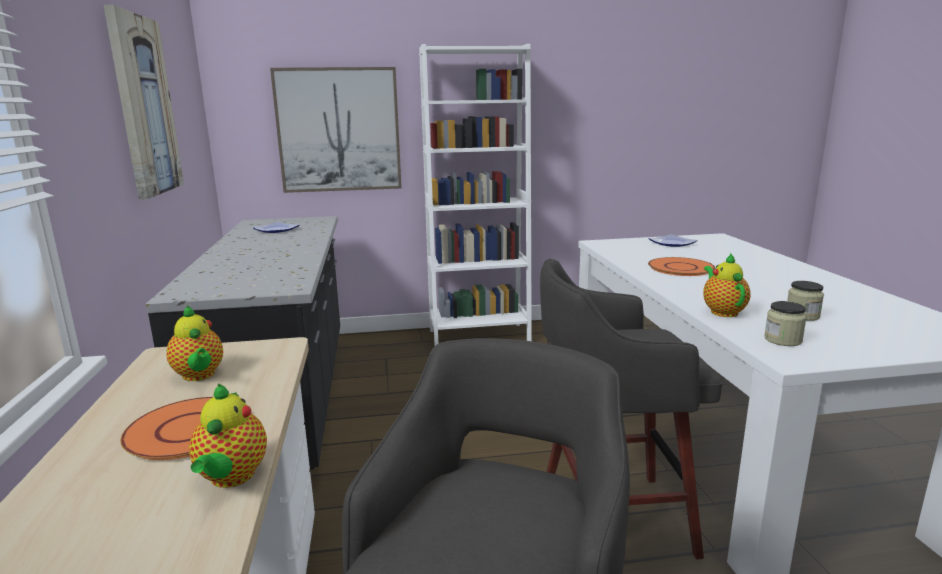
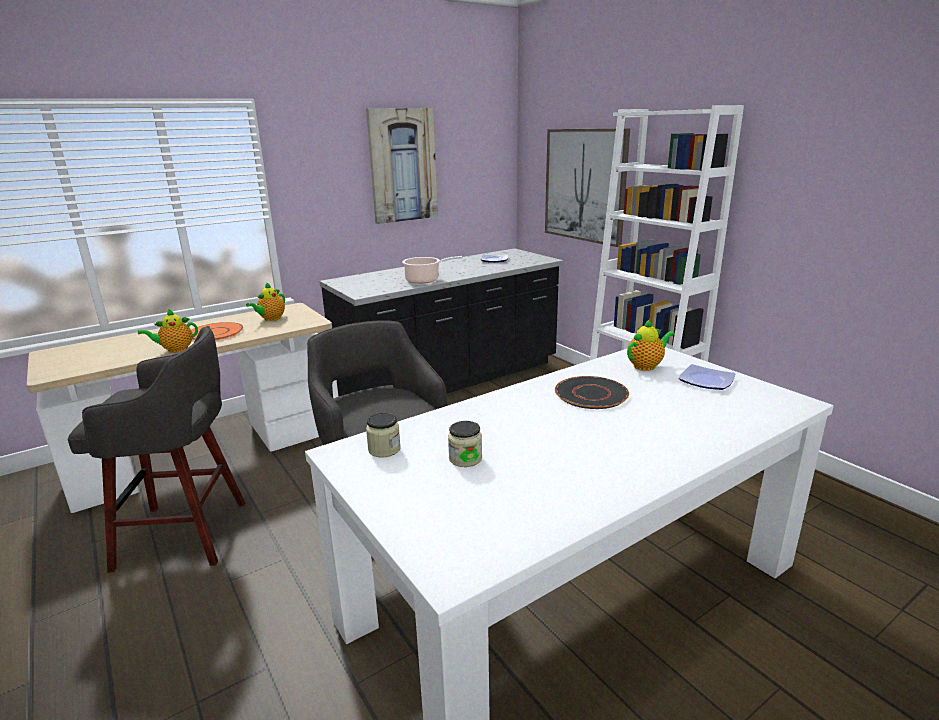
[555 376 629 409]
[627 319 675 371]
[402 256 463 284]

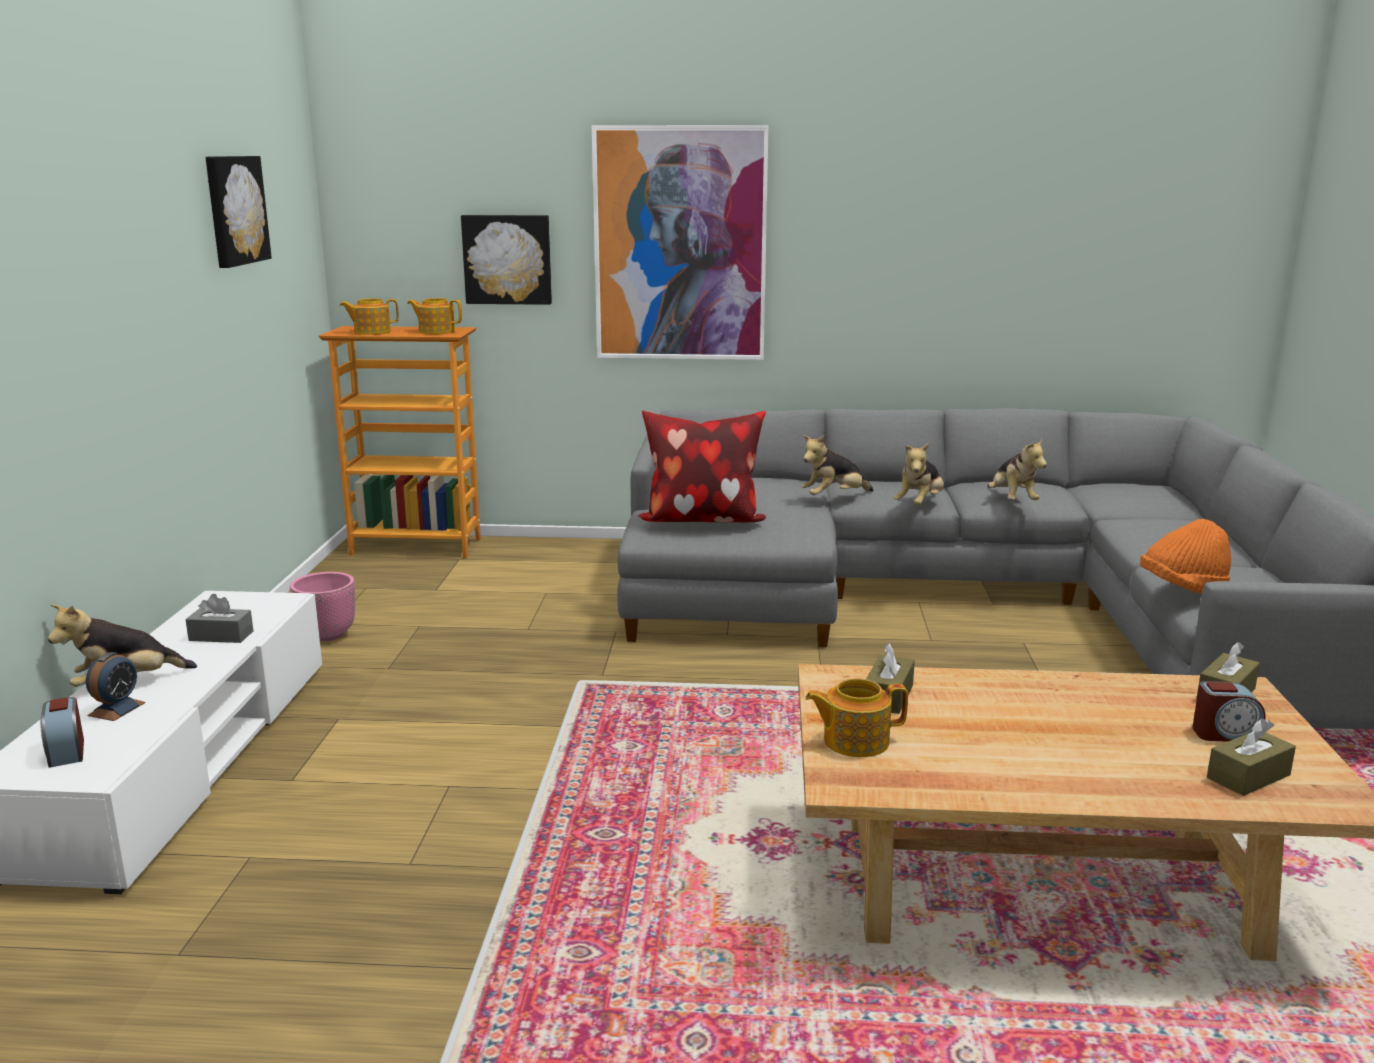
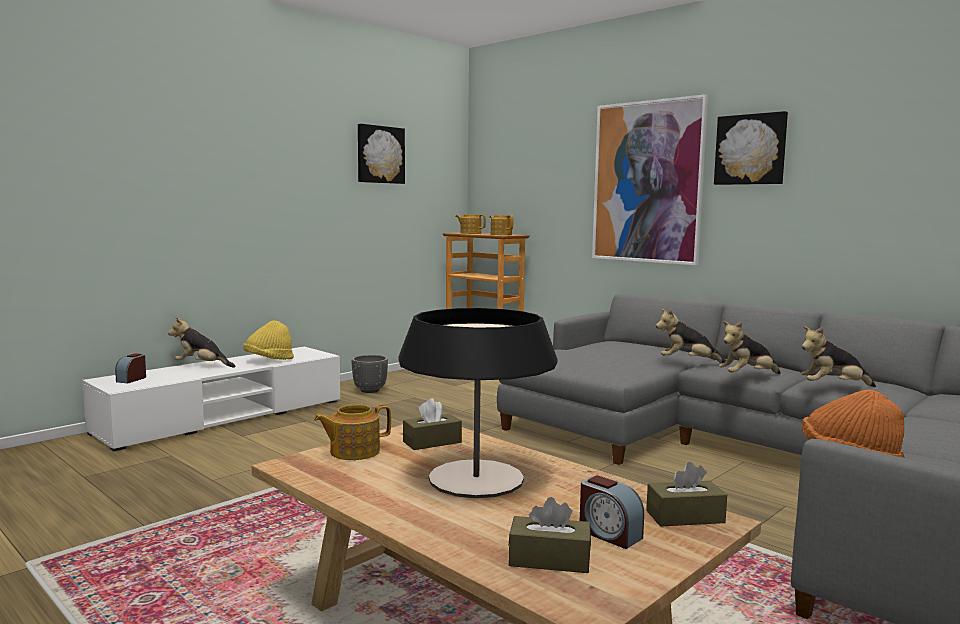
[86 652 146 721] (first image)
[243 320 294 360]
[352 355 388 393]
[714 111 788 185]
[638 411 766 522] (first image)
[314 405 391 460]
[801 326 876 387]
[398 308 558 498]

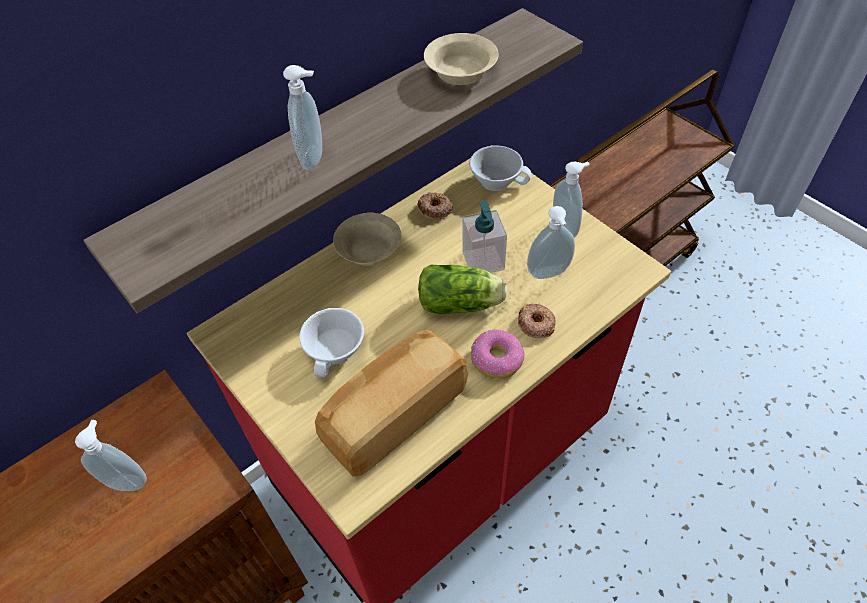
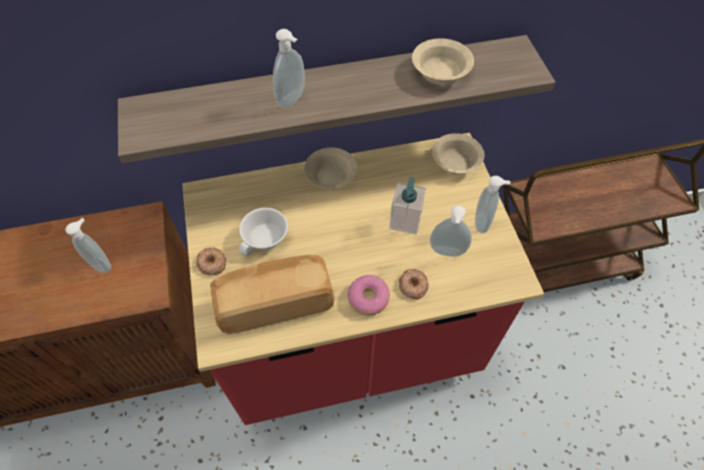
[196 247 227 275]
[418 264 507 314] (first image)
[432 133 484 175]

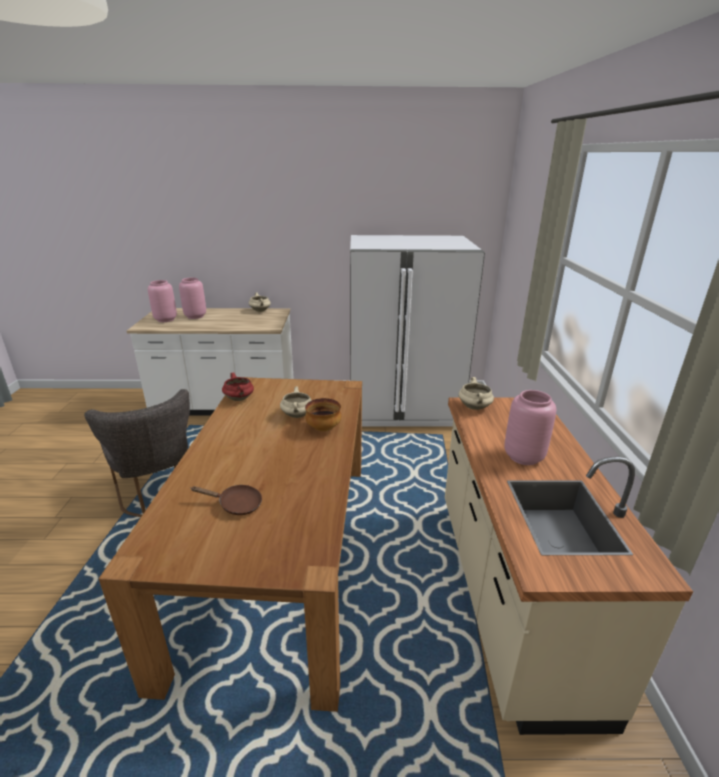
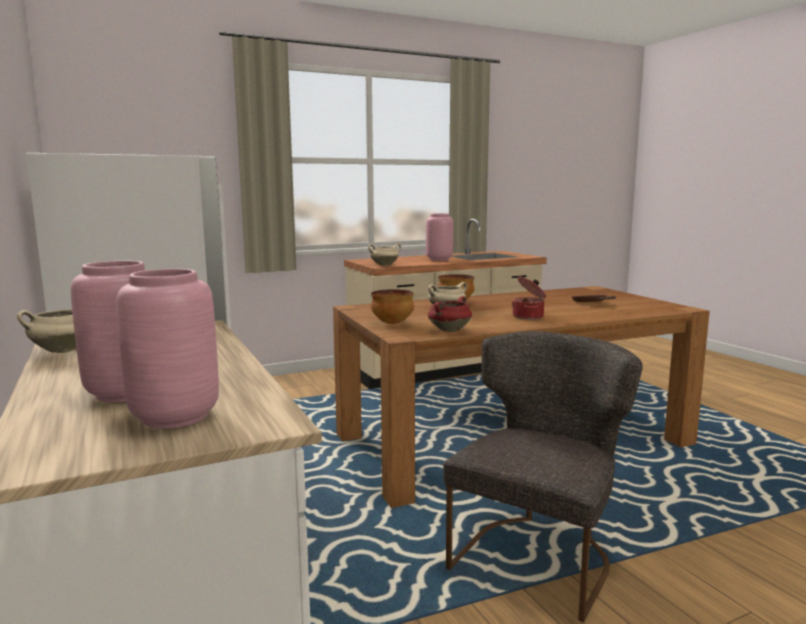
[371 289 414 324]
[512 276 546 320]

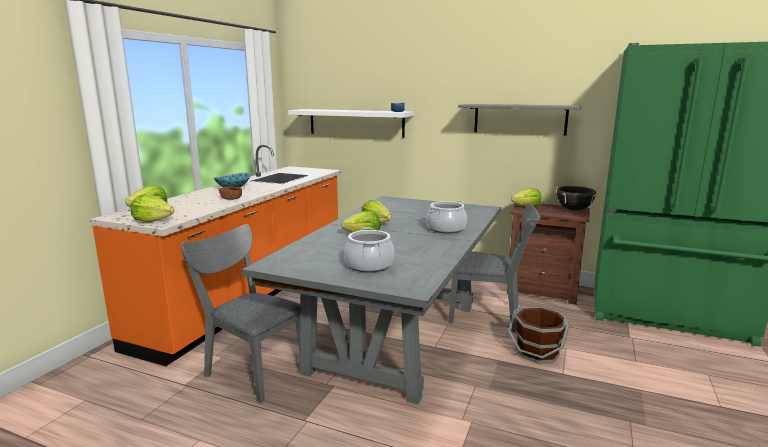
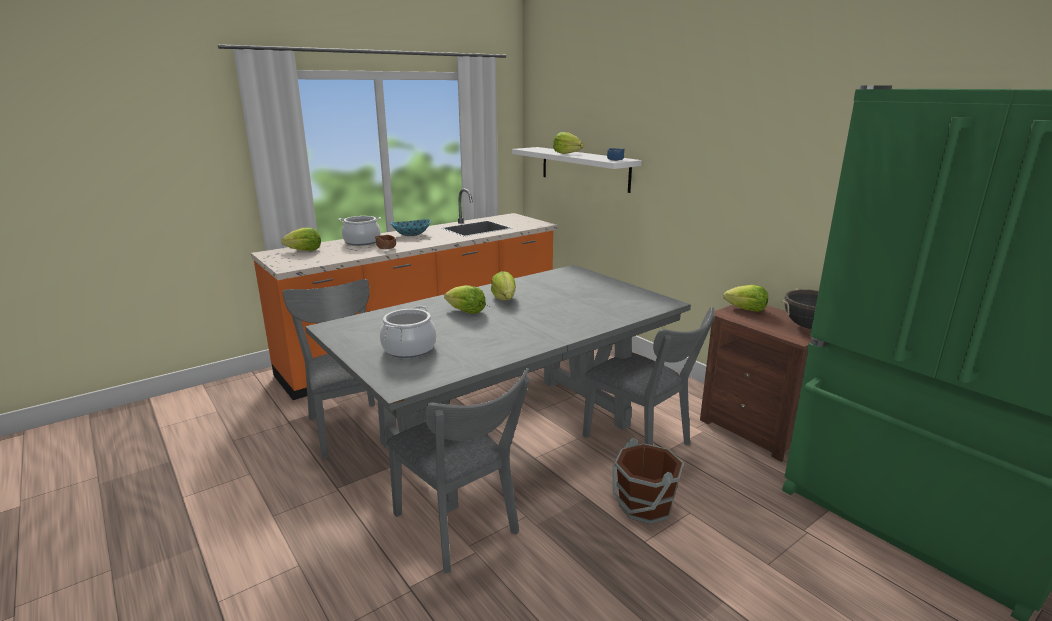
[553 132 584 154]
[338 216 381 246]
[458 104 581 135] (first image)
[386 368 530 574]

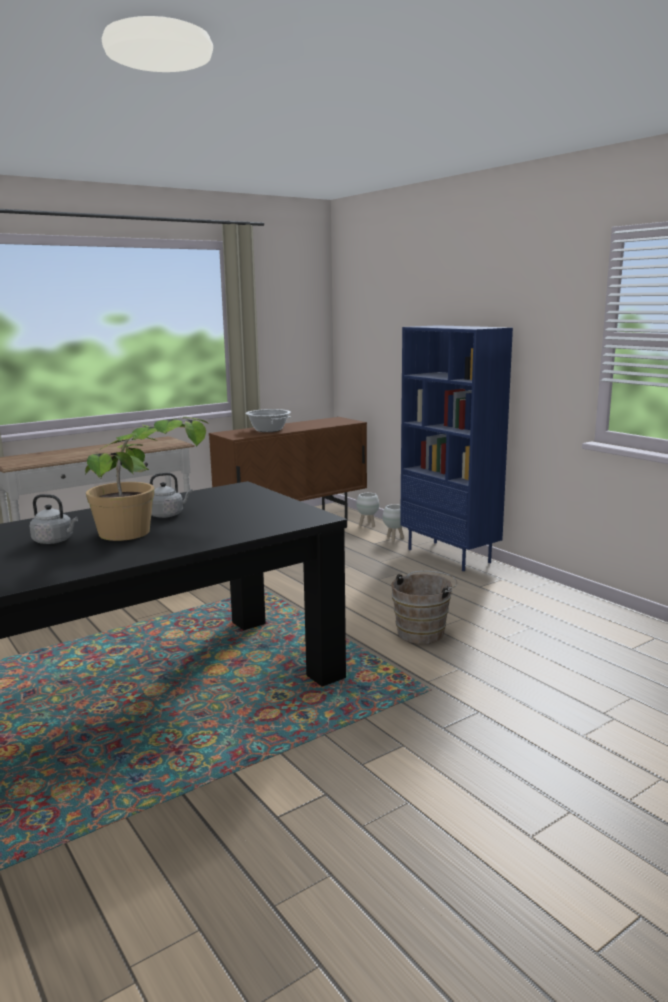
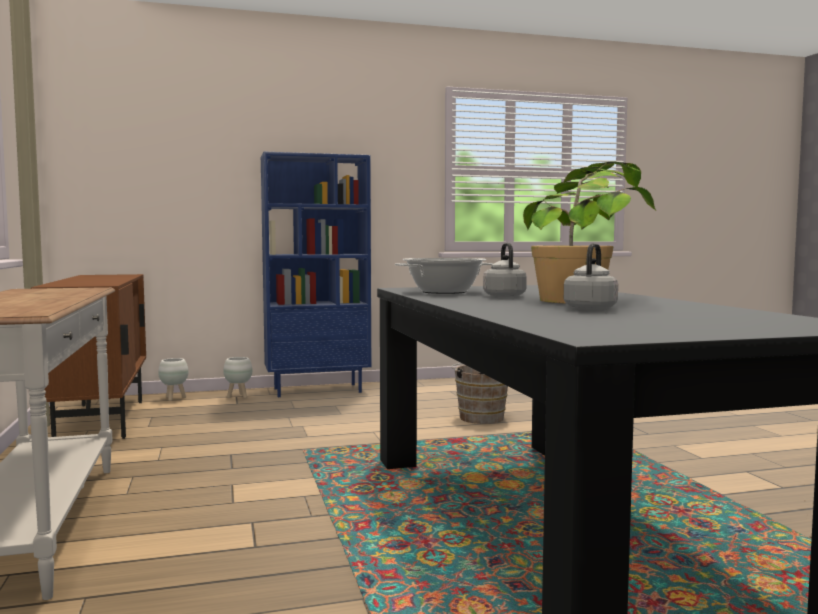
[395 258 493 294]

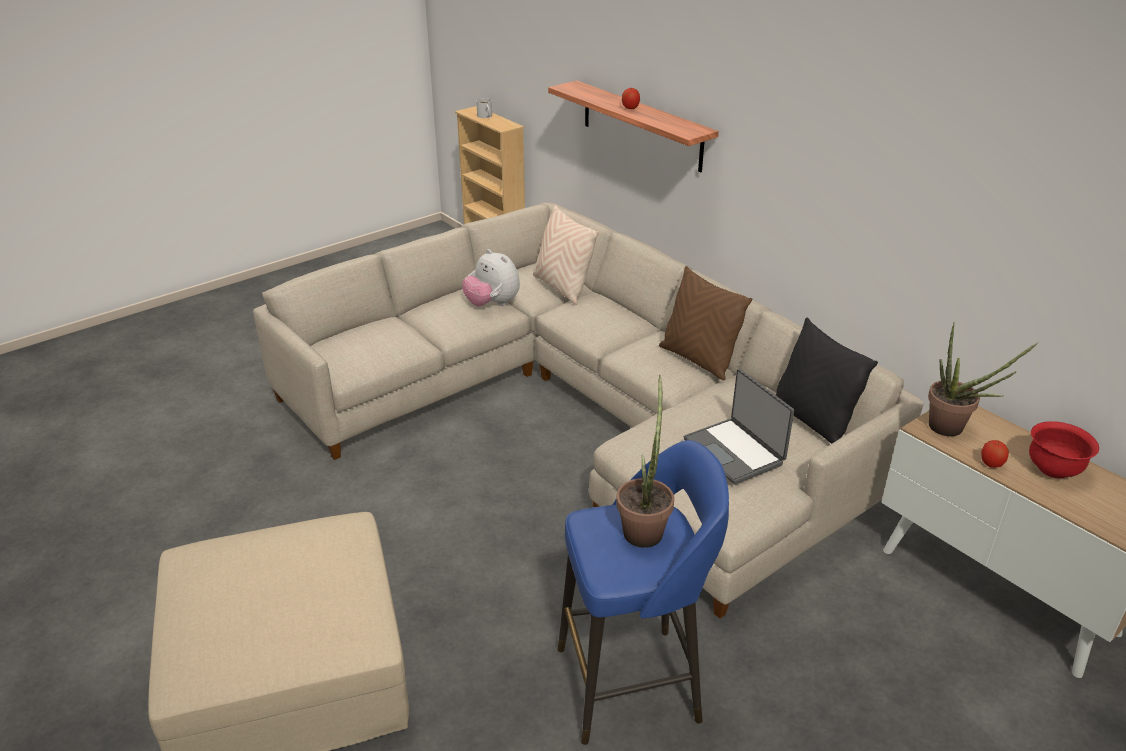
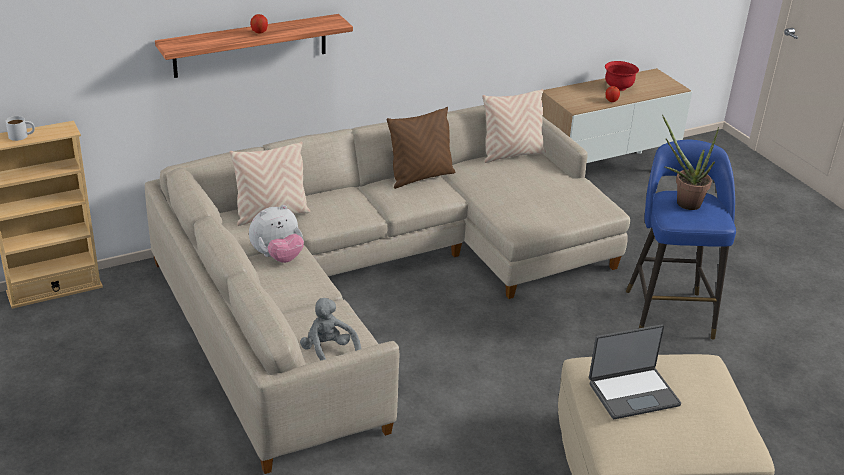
[589 324 681 419]
[482 89 546 163]
[928 322 1038 437] (first image)
[300 298 361 361]

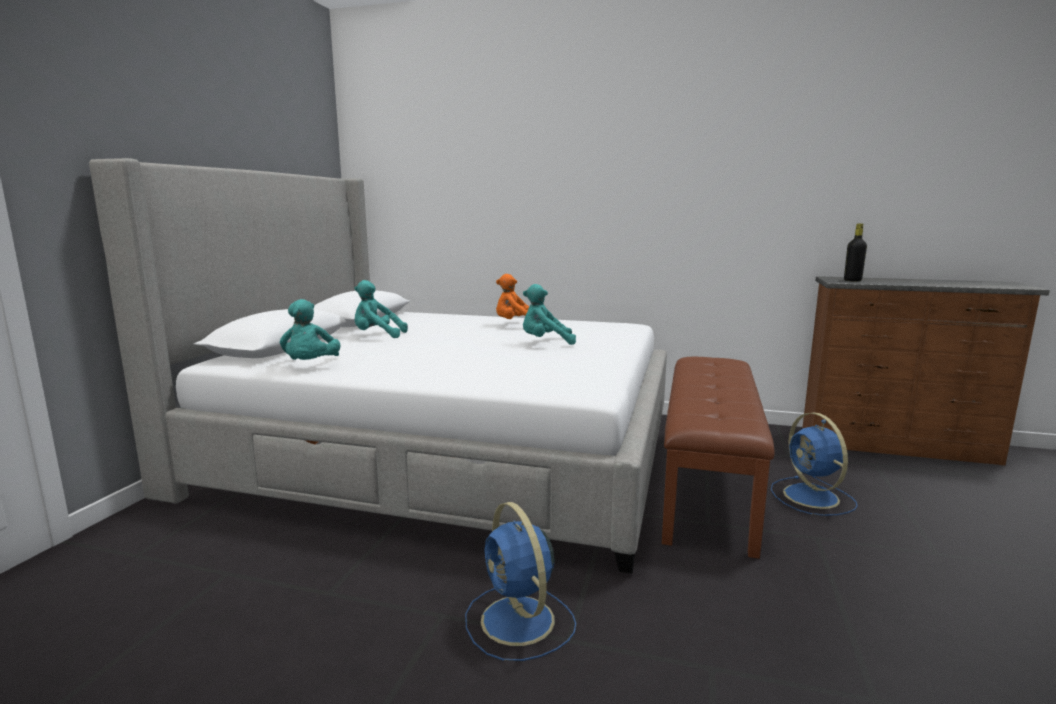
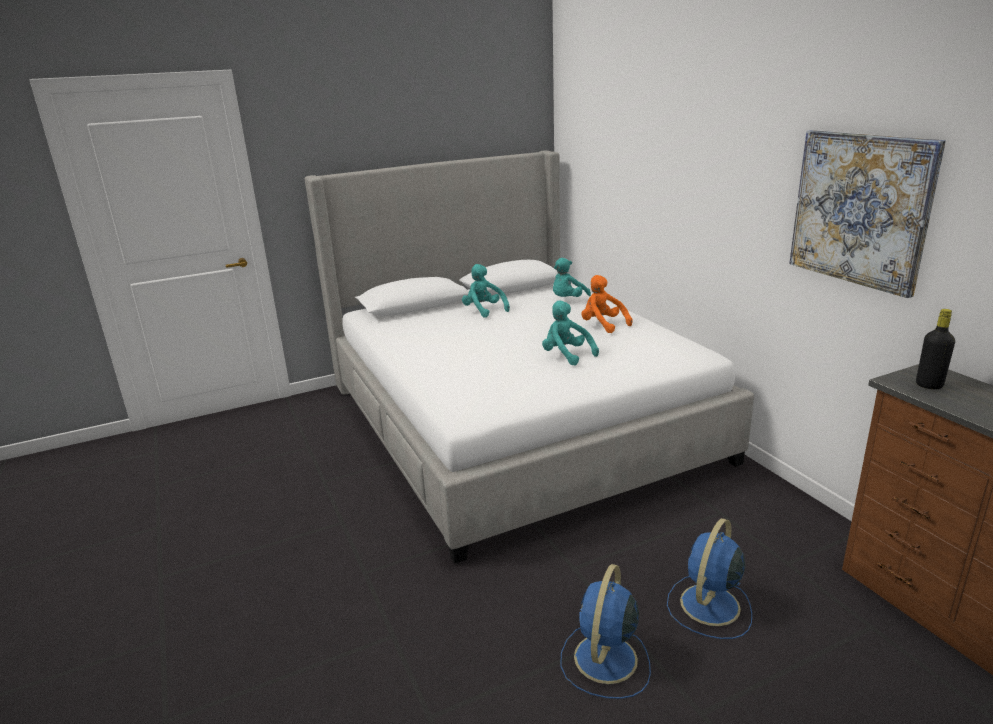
[553 258 591 297]
[560 564 651 699]
[662 357 775 559] (first image)
[789 130 946 298]

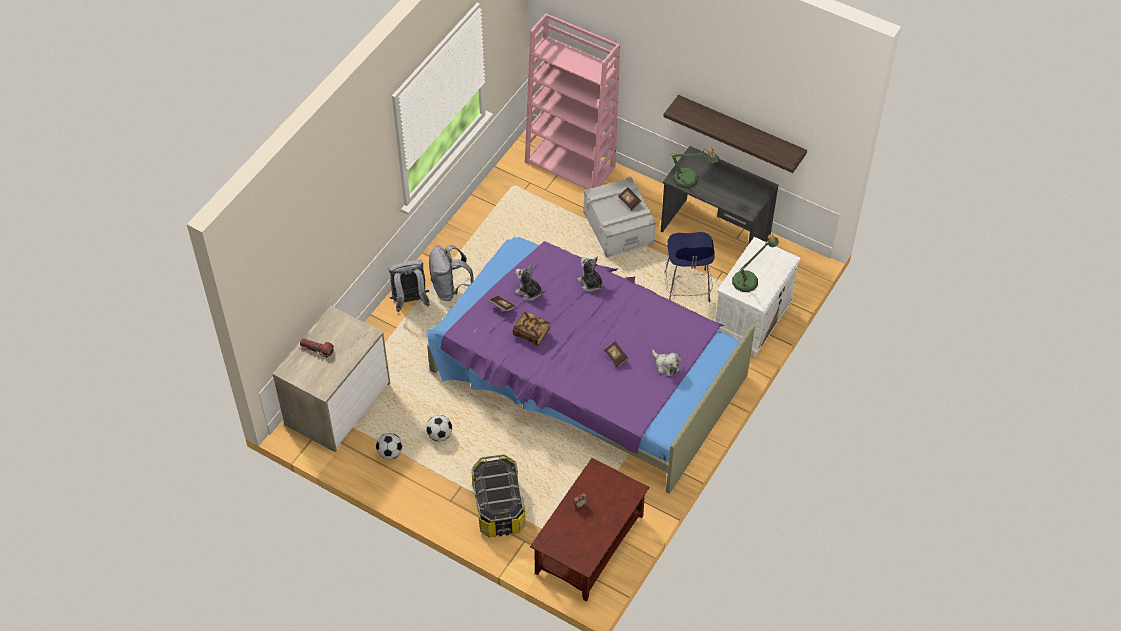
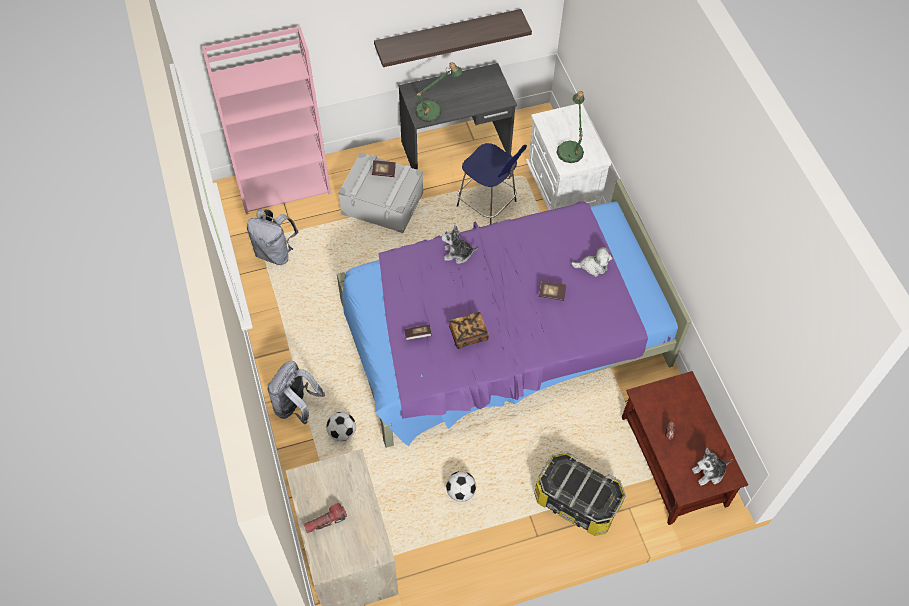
[326 412 356 441]
[247 209 298 265]
[692 448 732 486]

